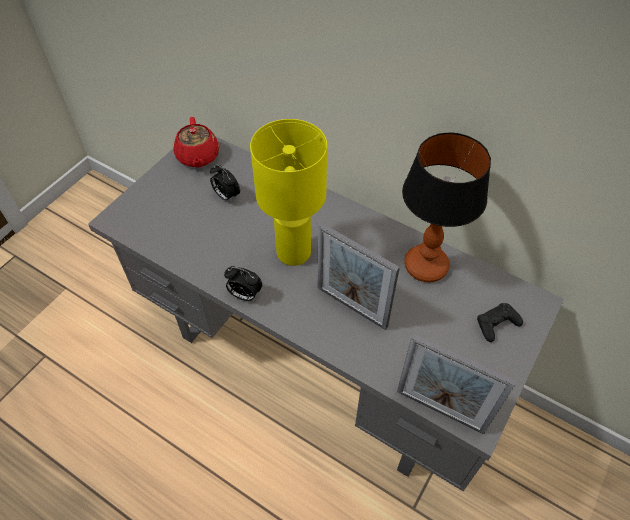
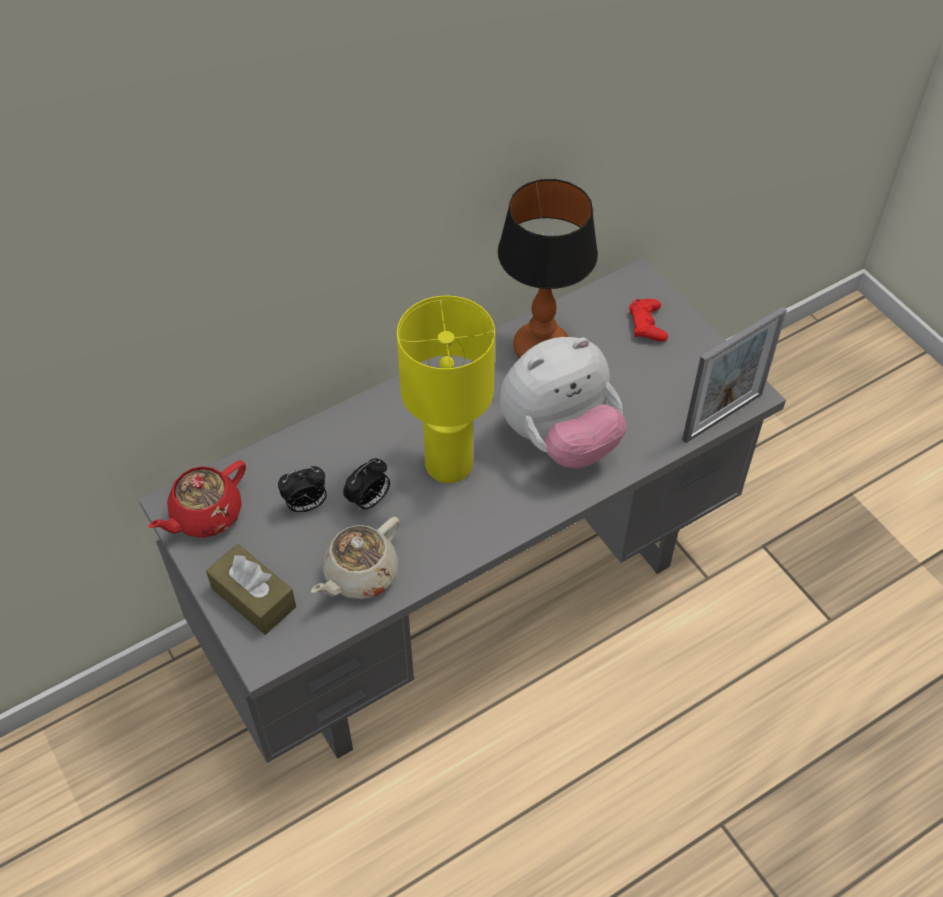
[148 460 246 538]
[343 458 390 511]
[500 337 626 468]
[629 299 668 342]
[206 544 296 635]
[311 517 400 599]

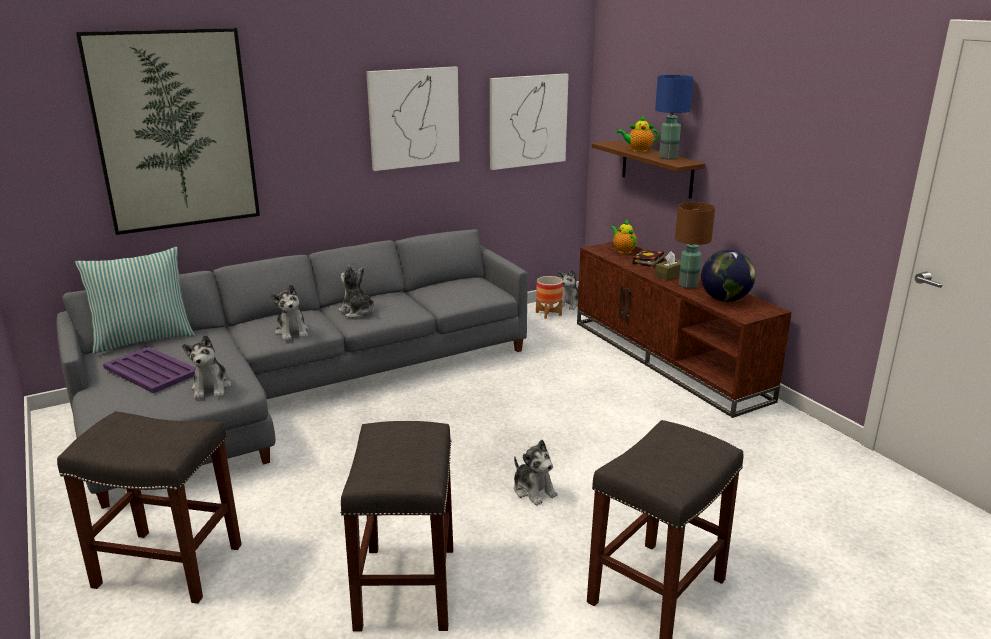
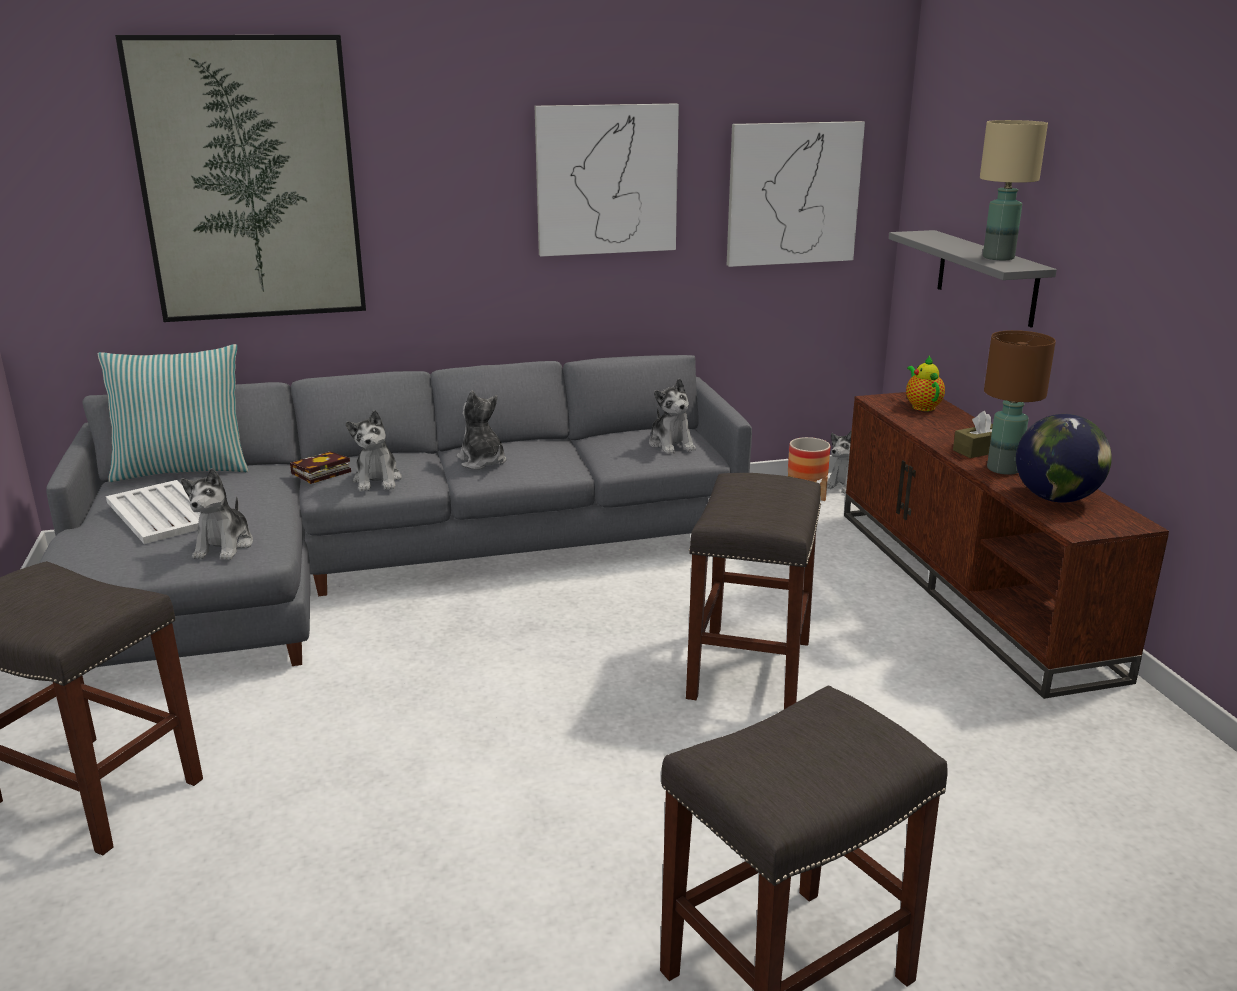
[106 480 201 544]
[686 473 821 709]
[649 378 696 454]
[889 230 1057 327]
[616 116 659 152] (first image)
[290 451 351 484]
[980 120 1048 260]

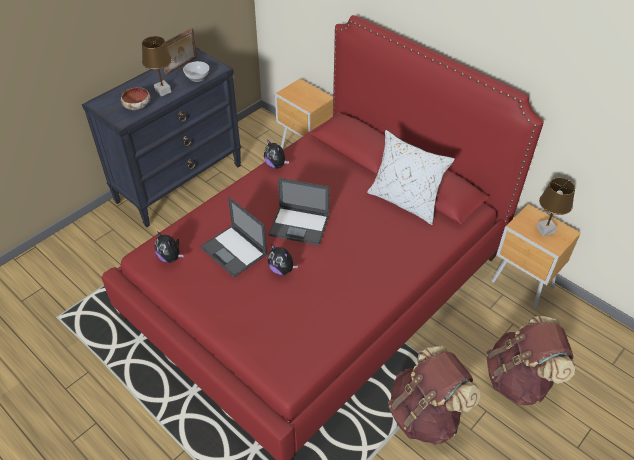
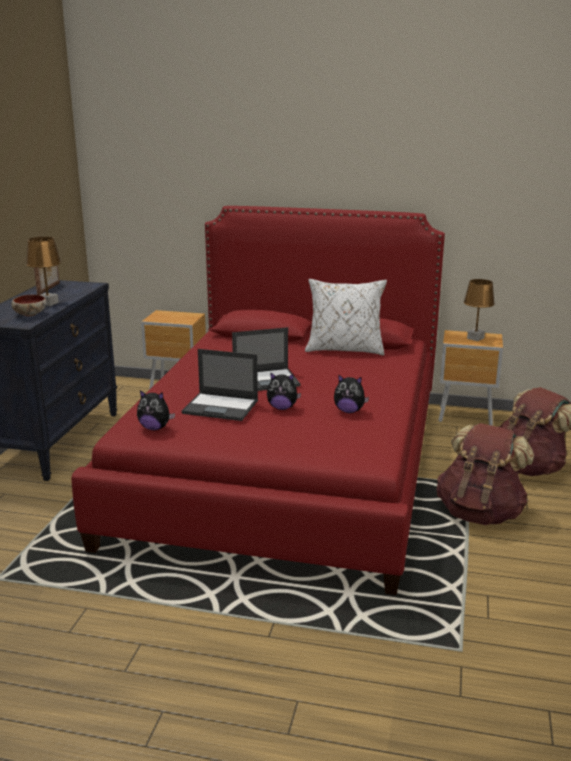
[183 61 209 82] (first image)
[334 374 369 413]

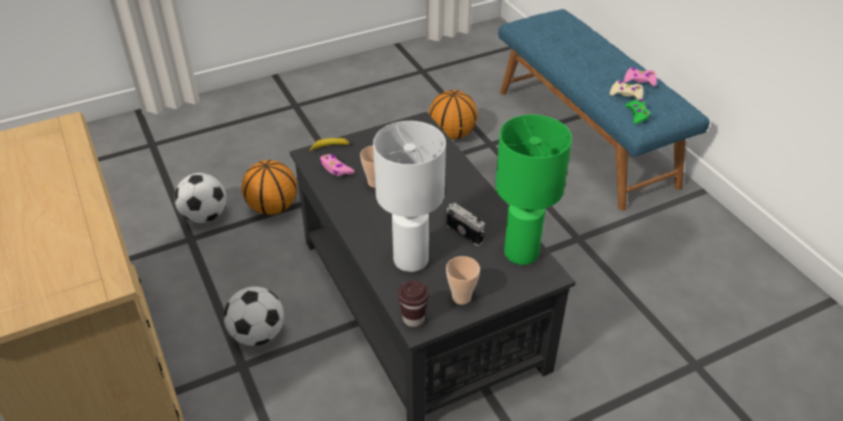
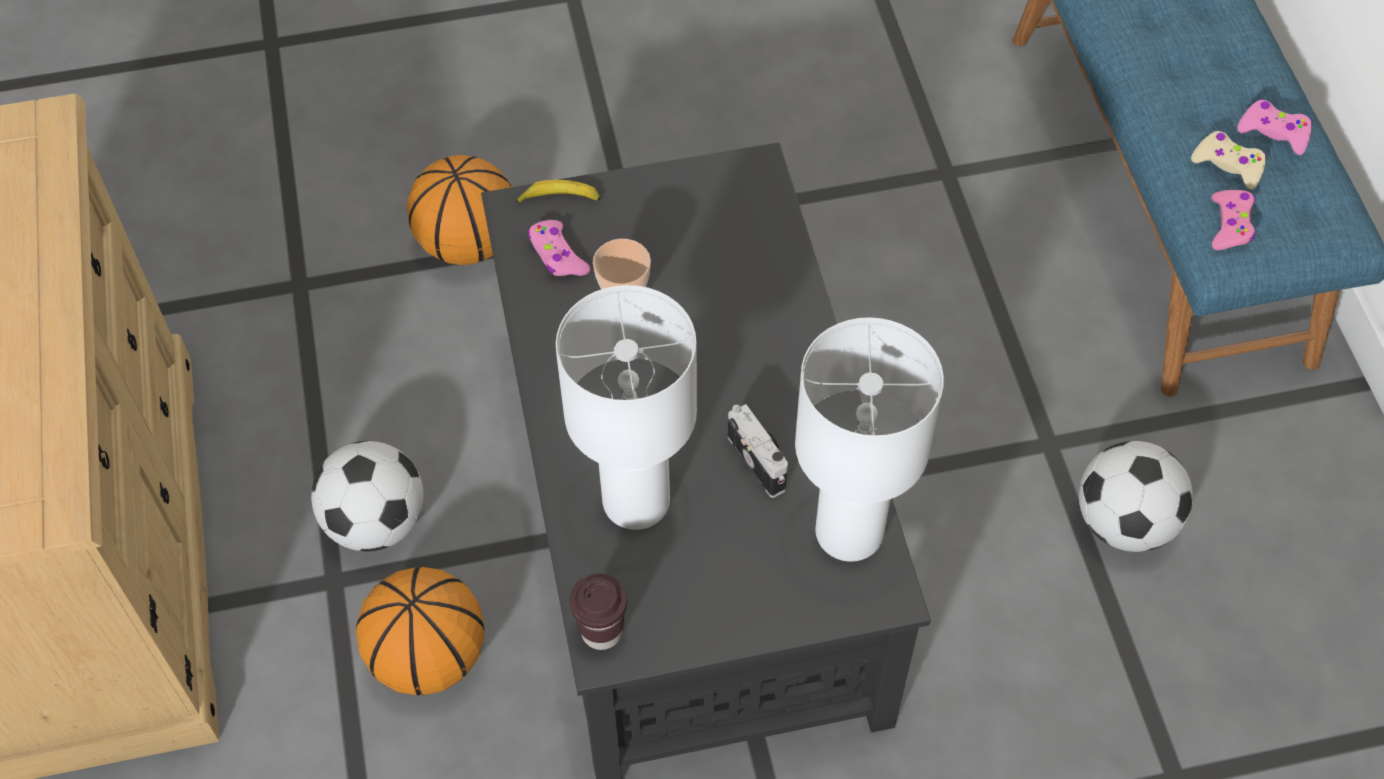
[1079 441 1193 552]
[356 567 485 696]
[446 256 480 305] (first image)
[795 317 944 562]
[1211 190 1255 250]

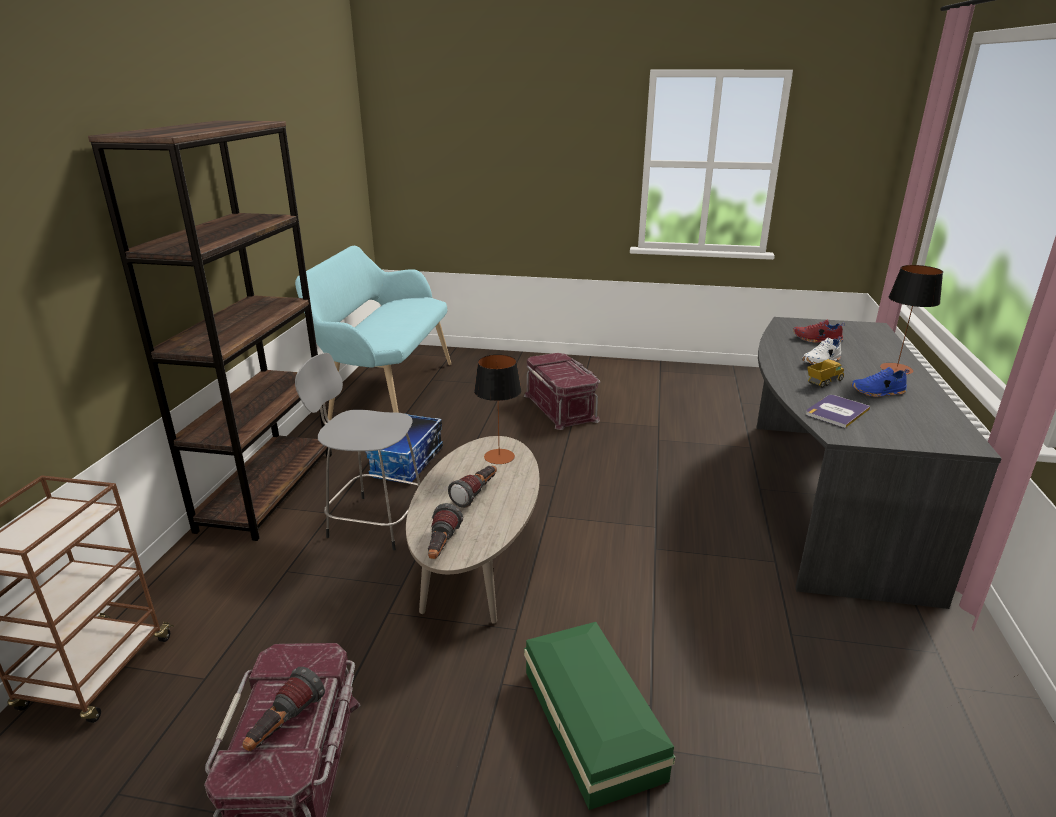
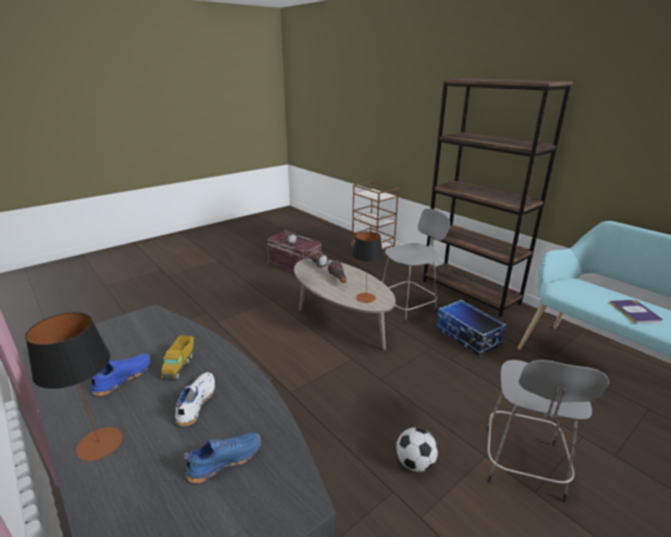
[487 360 609 502]
[524 622 675 810] (first image)
[183 433 261 483]
[609 300 663 324]
[396 427 438 472]

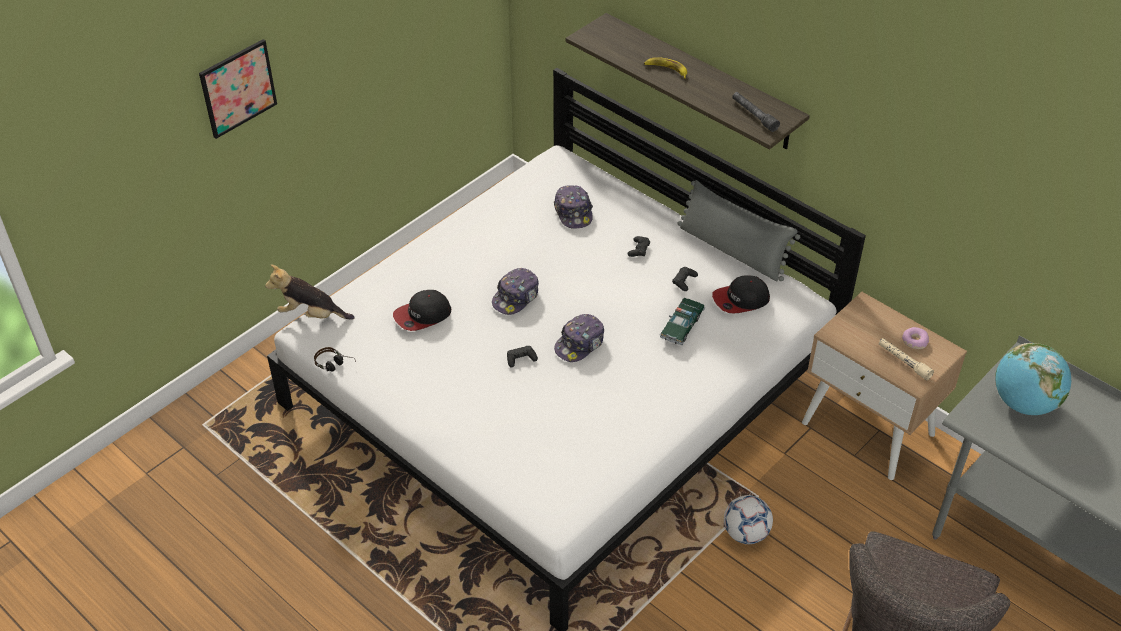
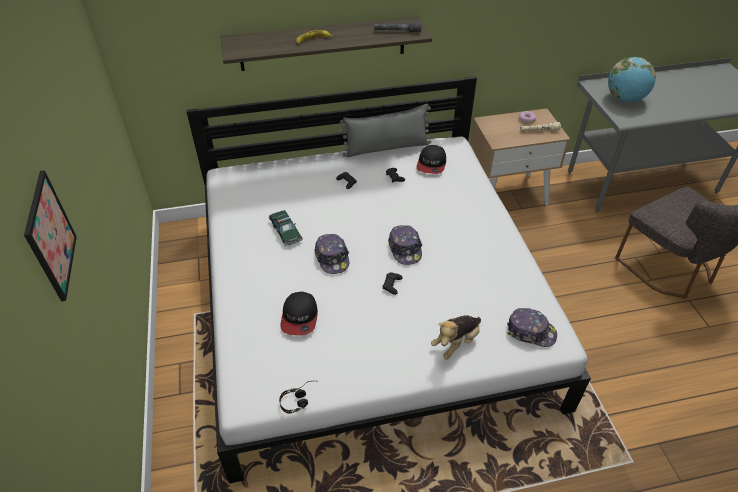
[431 315 481 359]
[507 308 557 347]
[269 210 303 246]
[724 495 773 544] (first image)

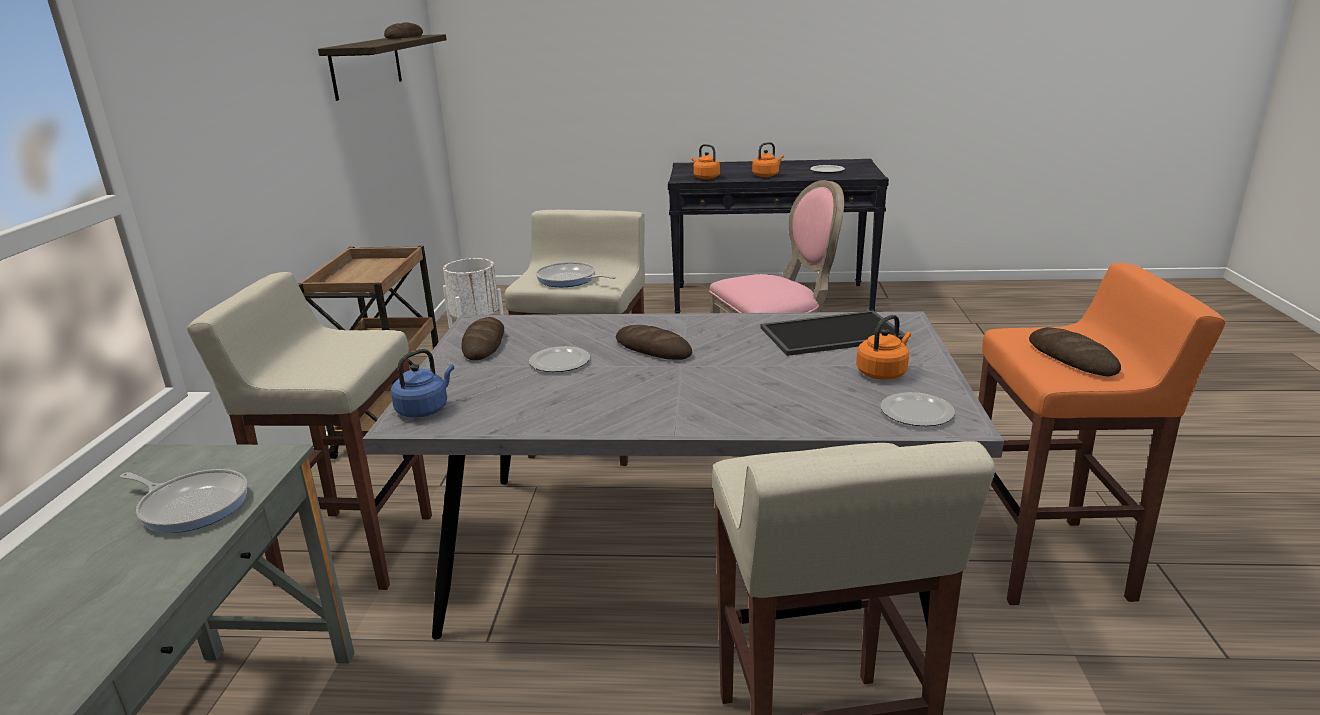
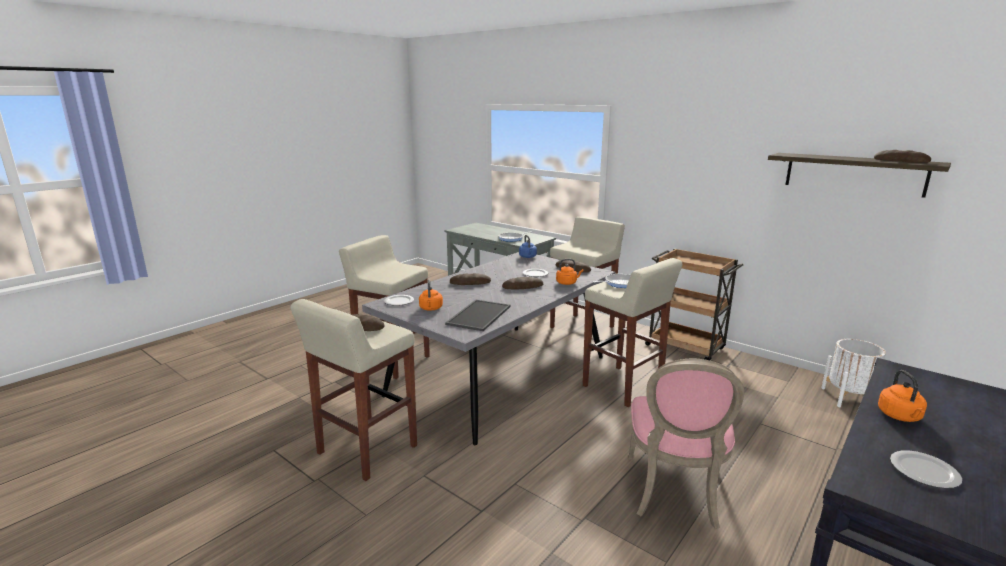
[556 259 583 285]
[291 299 417 481]
[450 273 491 285]

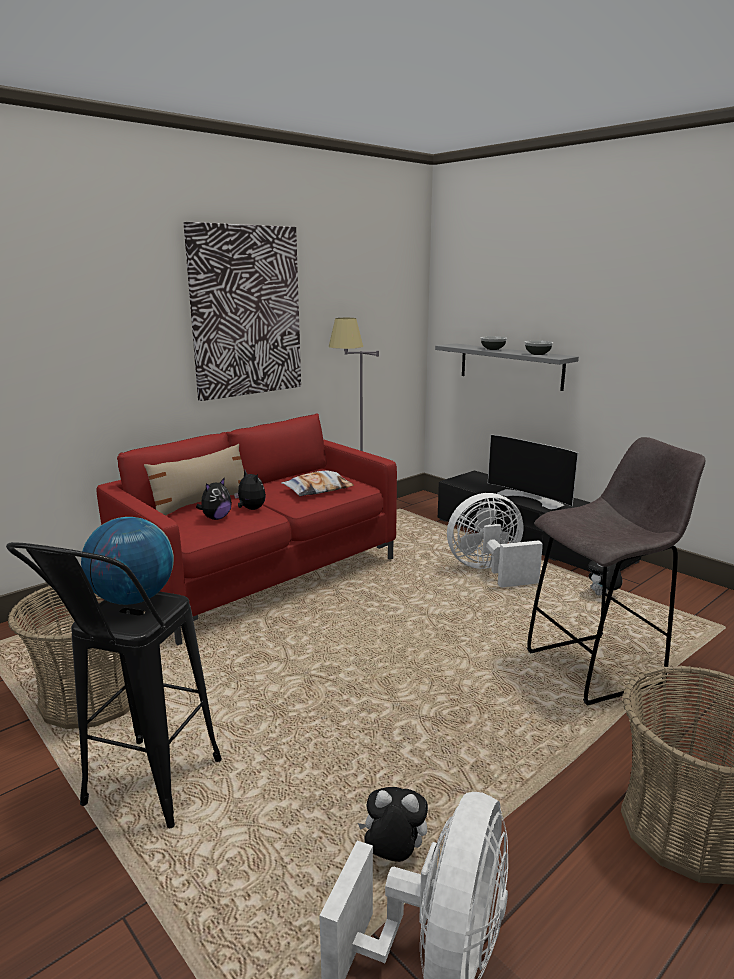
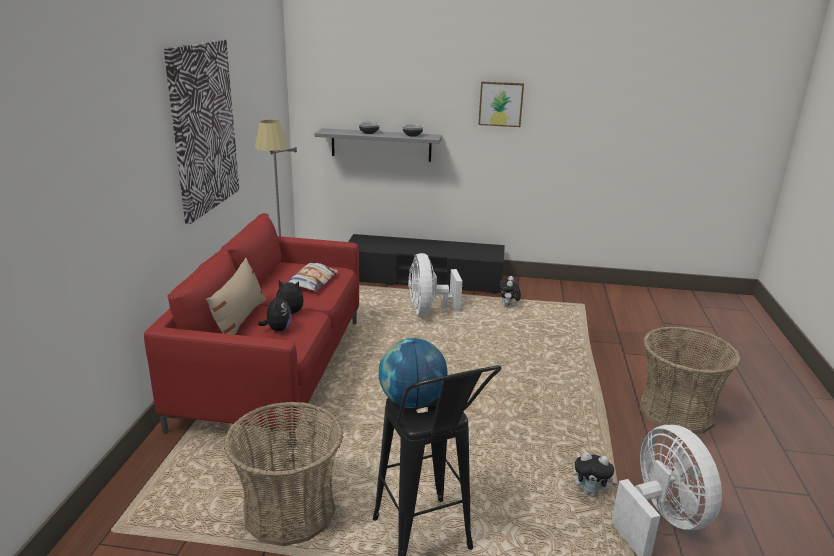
[573 452 617 497]
[408 253 462 316]
[488 435 578 509] (first image)
[527 437 705 706] (first image)
[478 81 524 127]

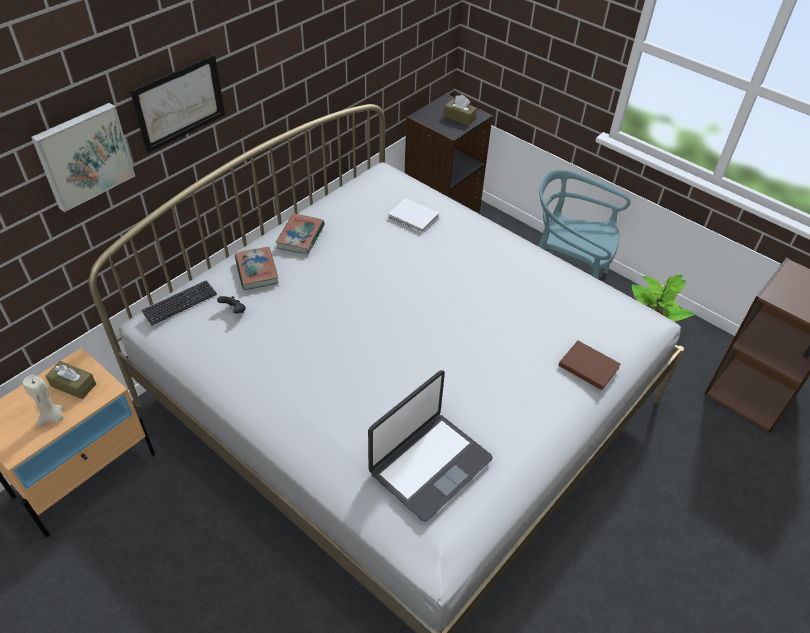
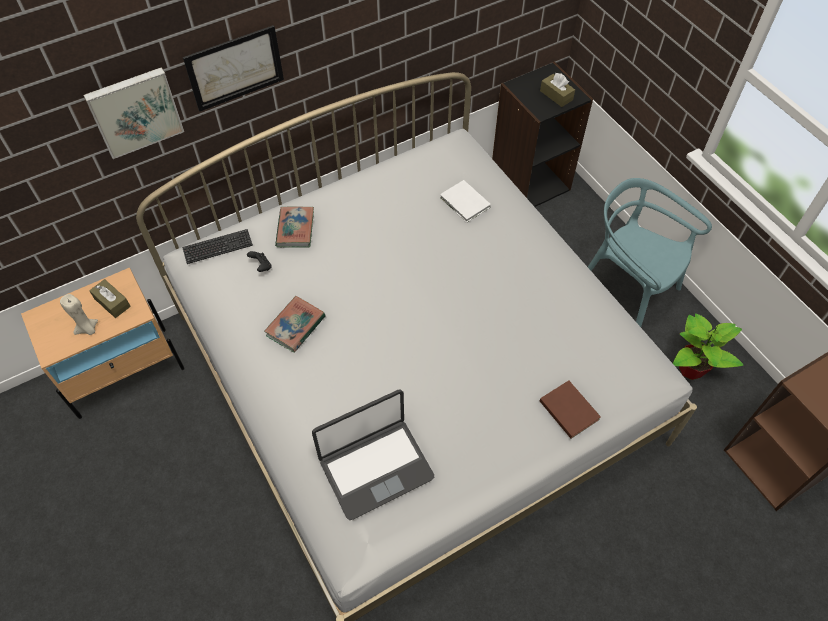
[264 296 326 353]

